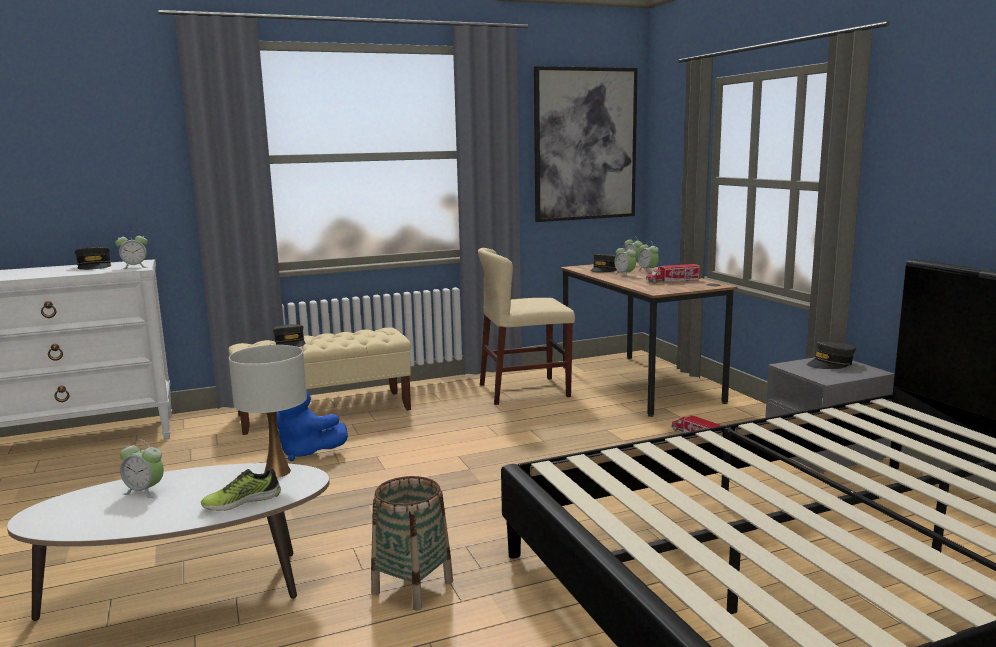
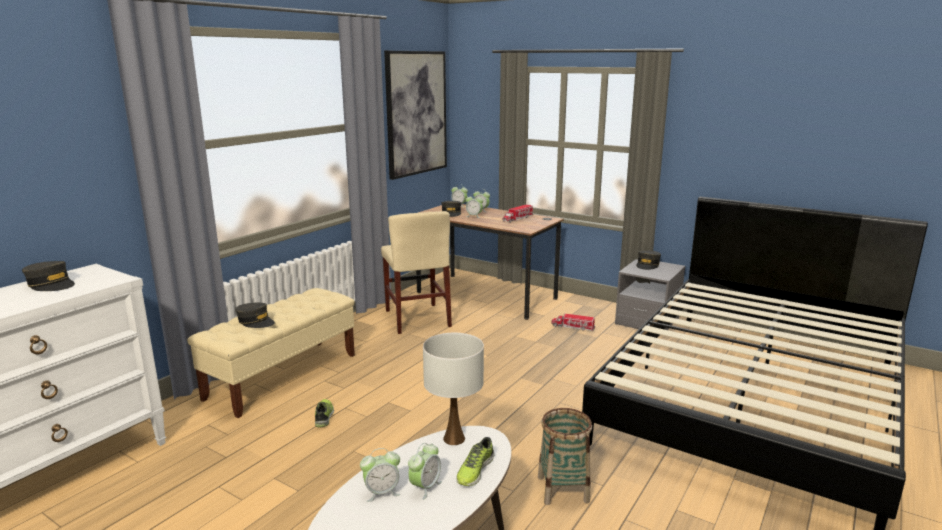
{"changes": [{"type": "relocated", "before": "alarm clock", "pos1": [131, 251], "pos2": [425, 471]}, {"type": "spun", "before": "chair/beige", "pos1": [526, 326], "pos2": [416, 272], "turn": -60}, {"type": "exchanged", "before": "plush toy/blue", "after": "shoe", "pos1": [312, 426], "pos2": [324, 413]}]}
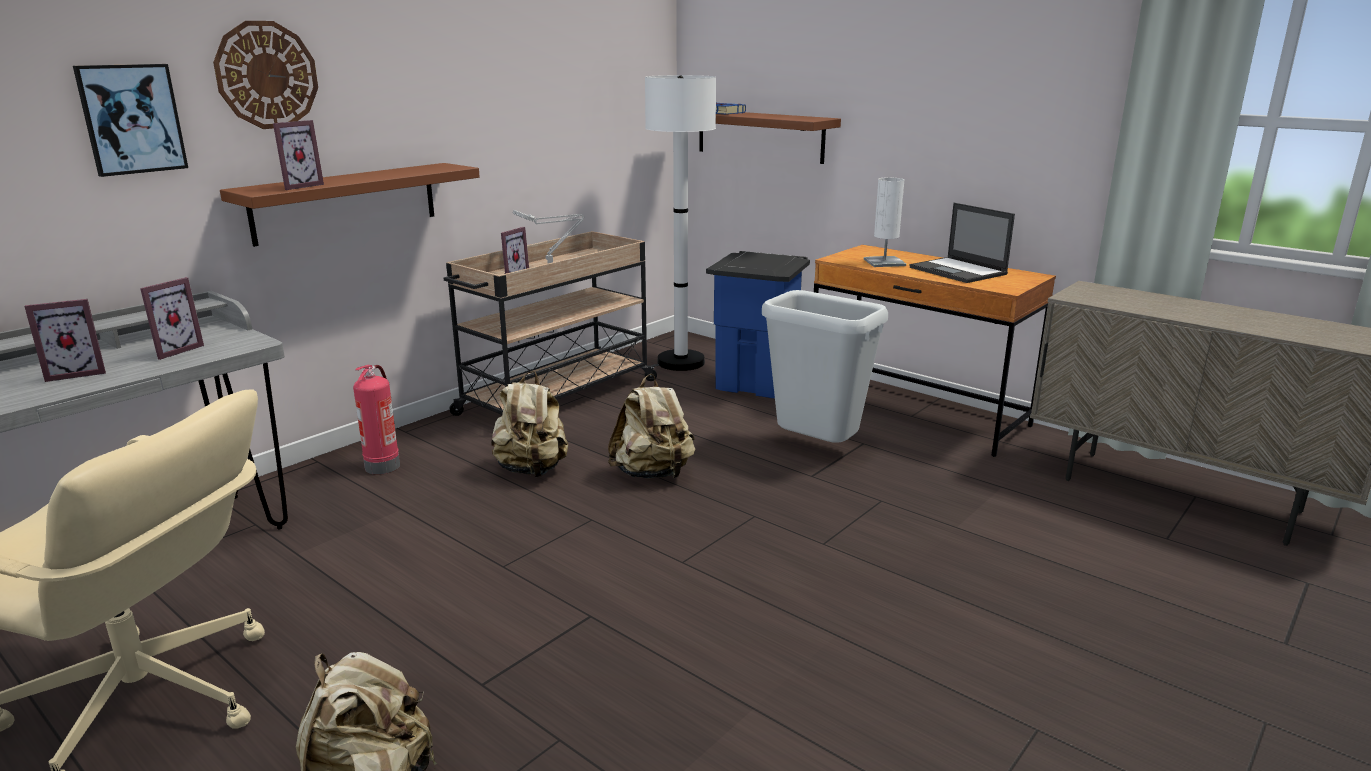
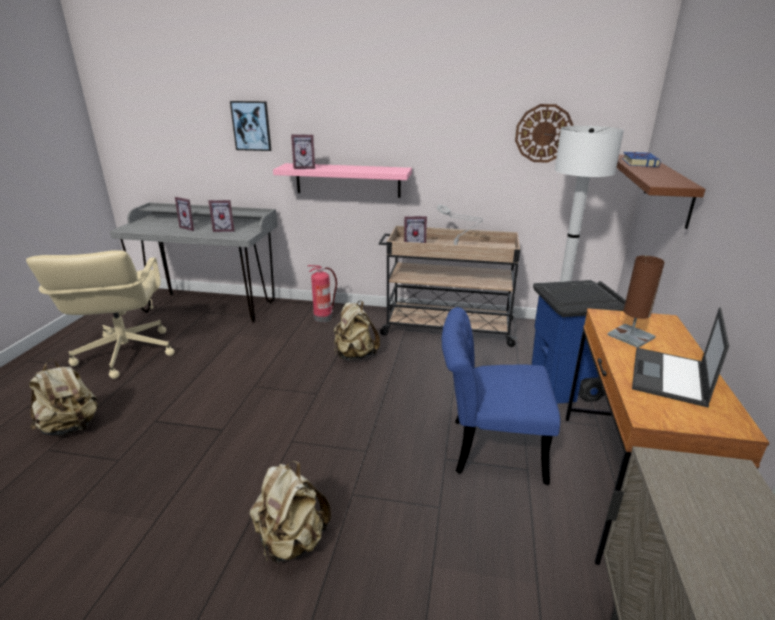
{"changes": [{"type": "relocated", "before": "wall clock", "pos1": [265, 75], "pos2": [544, 133]}, {"type": "colour", "before": "shelf/brown", "after": "shelf/pink", "pos1": [350, 205], "pos2": [342, 180]}, {"type": "colour", "before": "table lamp/white", "after": "table lamp/brown", "pos1": [885, 222], "pos2": [636, 302]}, {"type": "exchanged", "before": "trash can/grey", "after": "chair/blue", "pos1": [825, 366], "pos2": [501, 396]}, {"type": "relocated", "before": "backpack/beige", "pos1": [651, 426], "pos2": [290, 512]}]}
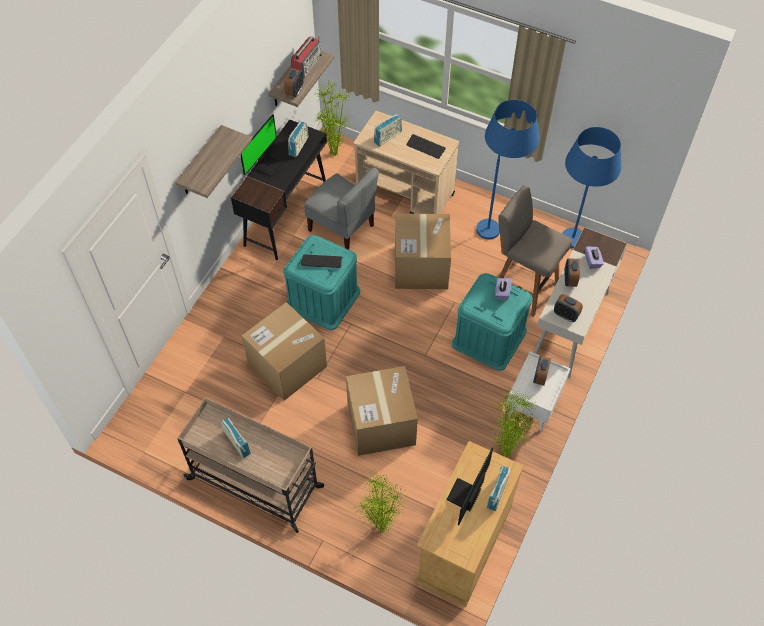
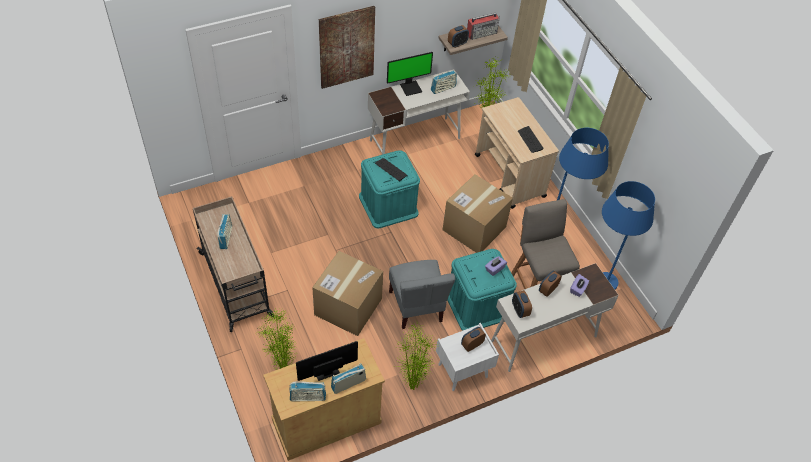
{"changes": [{"type": "relocated", "before": "radio", "pos1": [388, 130], "pos2": [307, 391]}, {"type": "colour", "before": "desk/black", "after": "desk/white", "pos1": [279, 189], "pos2": [419, 112]}, {"type": "exchanged", "before": "shelf", "after": "picture", "pos1": [213, 161], "pos2": [347, 47]}, {"type": "relocated", "before": "chair/grey", "pos1": [341, 209], "pos2": [422, 294]}, {"type": "missing", "before": "cardboard box", "pos1": [284, 351]}]}
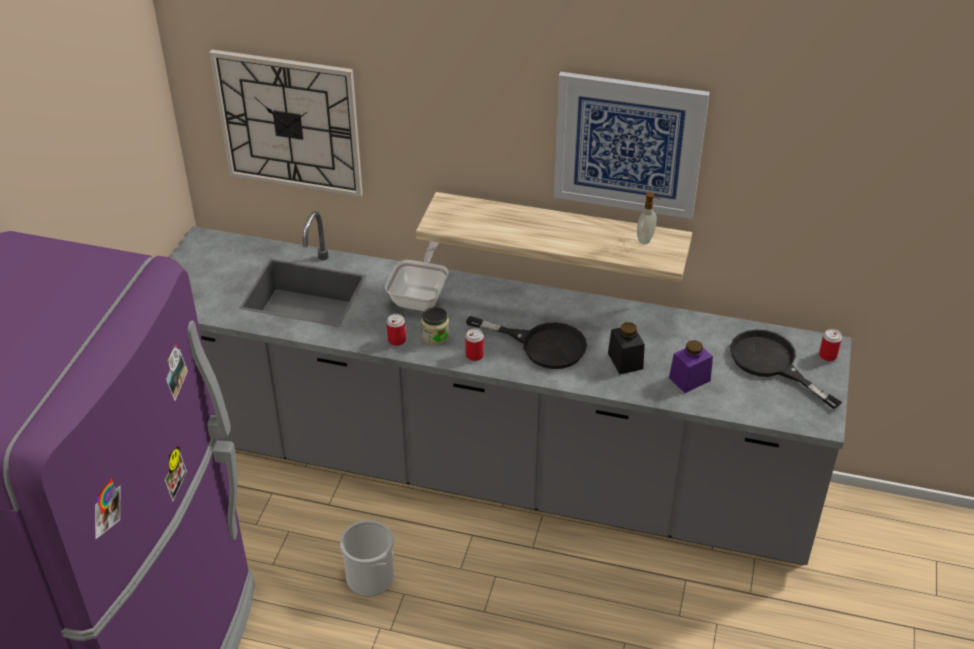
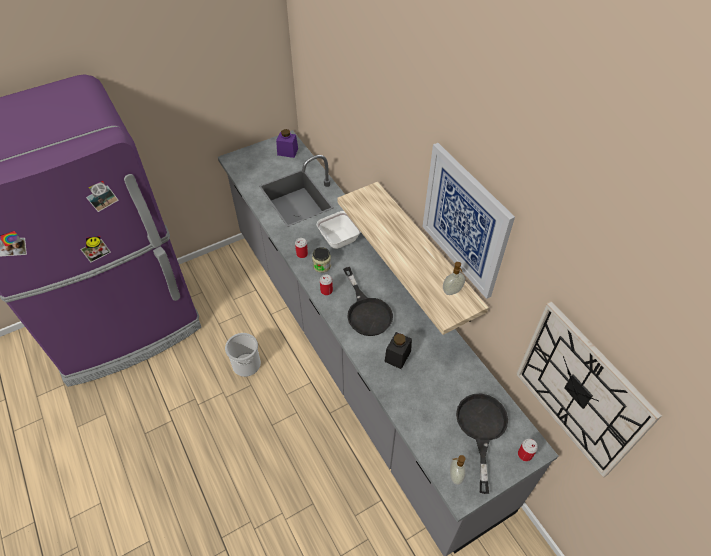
{"changes": [{"type": "relocated", "before": "wall clock", "pos1": [286, 123], "pos2": [589, 389]}, {"type": "relocated", "before": "jar/purple", "pos1": [691, 366], "pos2": [287, 143]}, {"type": "appeared", "after": "soap dispenser", "pos2": [458, 470]}]}
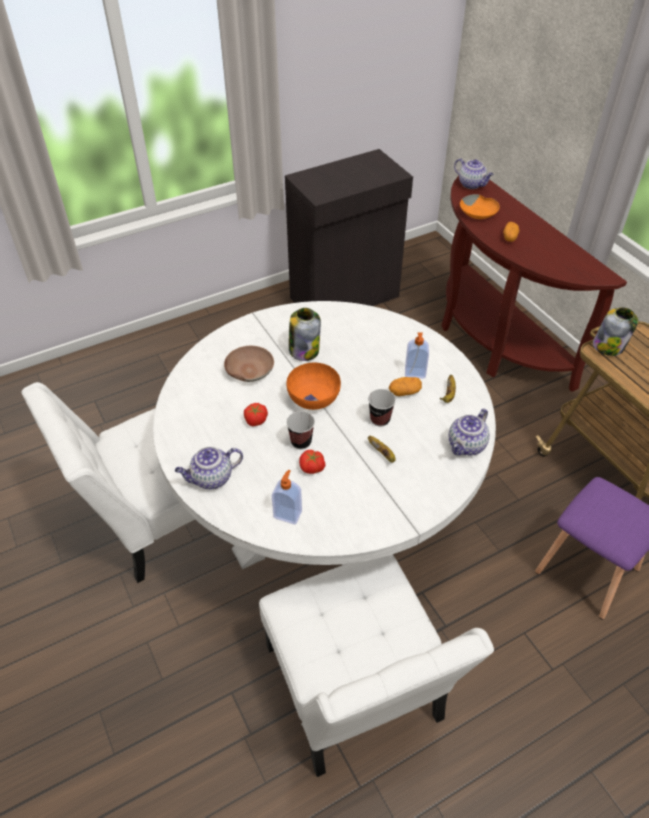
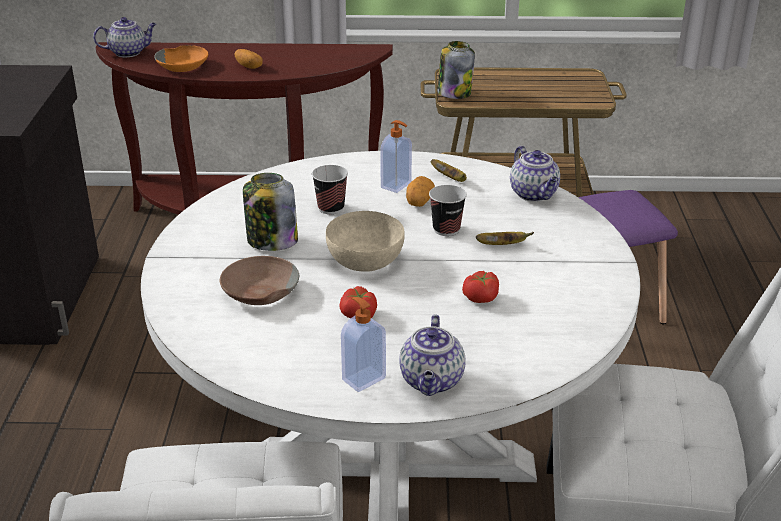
{"changes": [{"type": "colour", "before": "bowl/orange", "after": "bowl/beige", "pos1": [314, 386], "pos2": [365, 241]}, {"type": "relocated", "before": "cup", "pos1": [300, 430], "pos2": [330, 189]}, {"type": "relocated", "before": "soap dispenser", "pos1": [287, 497], "pos2": [363, 344]}]}
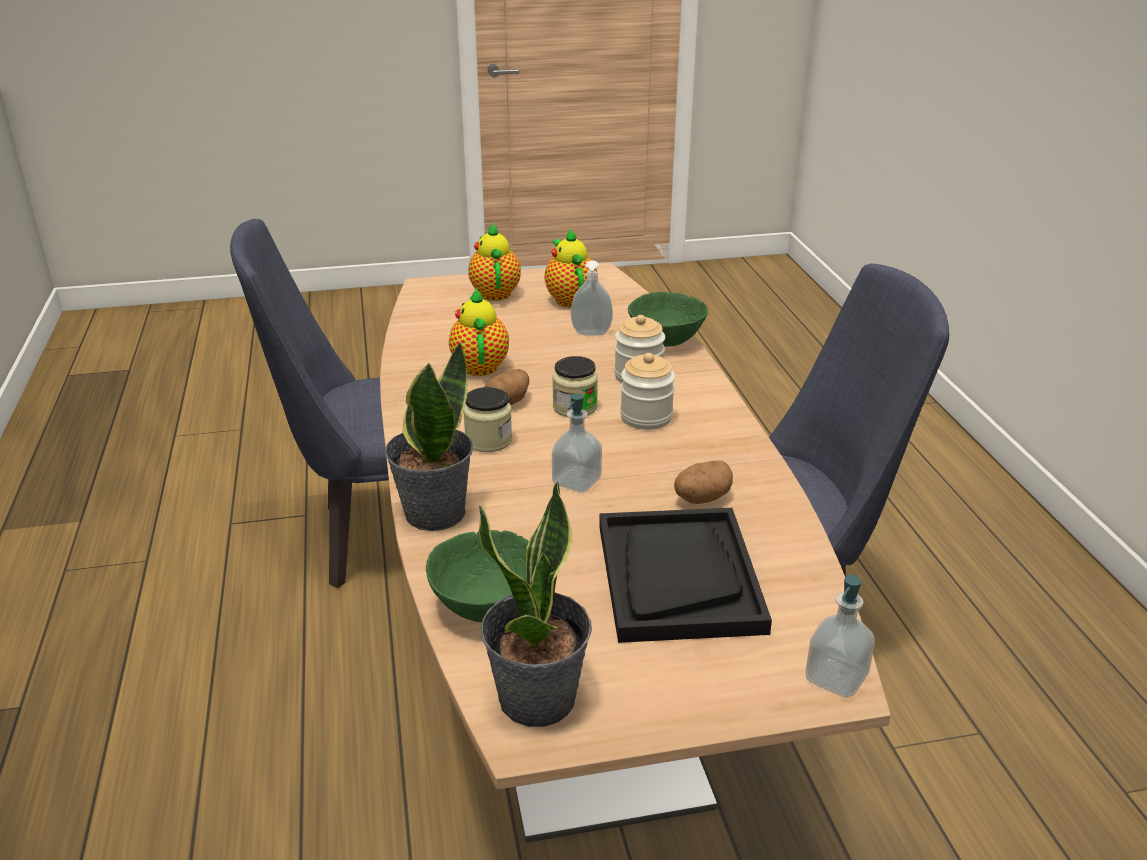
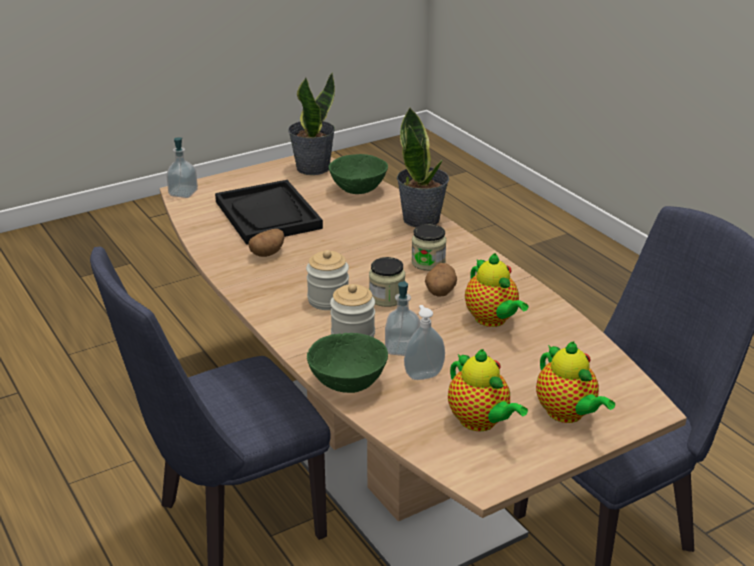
{"changes": [{"type": "relocated", "before": "soap dispenser", "pos1": [577, 443], "pos2": [402, 318]}]}
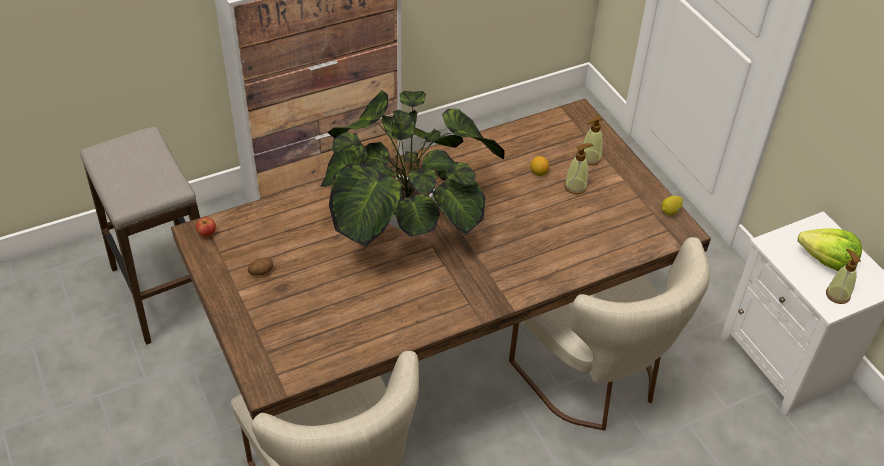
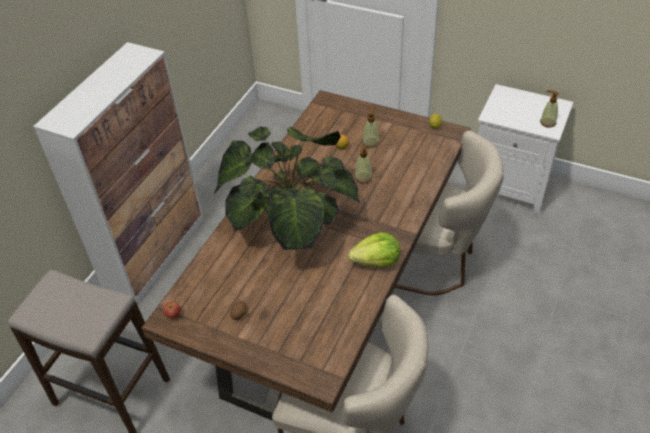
{"changes": [{"type": "relocated", "before": "soap dispenser", "pos1": [593, 140], "pos2": [363, 164]}, {"type": "relocated", "before": "lettuce", "pos1": [829, 249], "pos2": [374, 249]}]}
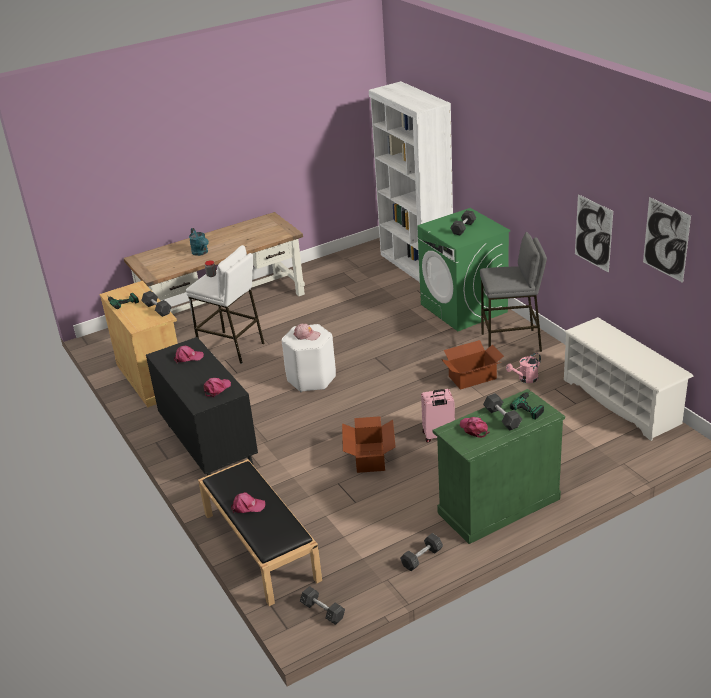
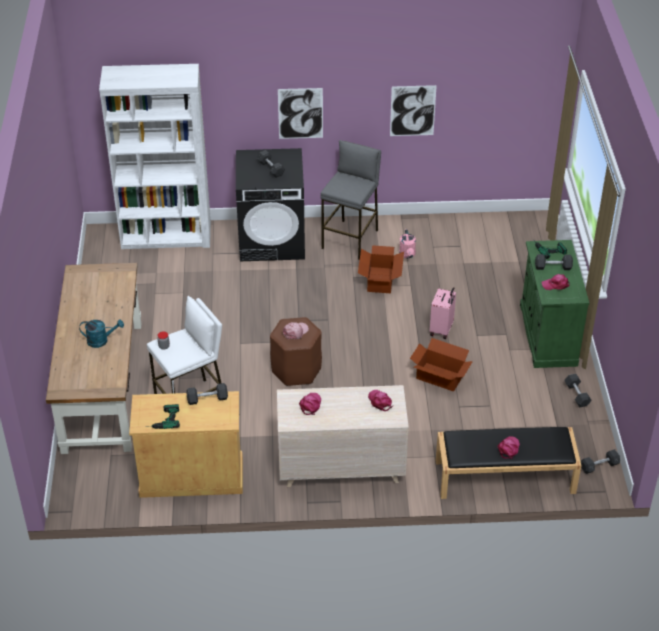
{"changes": [{"type": "relocated", "before": "picture", "pos1": [667, 240], "pos2": [300, 113]}, {"type": "colour", "before": "washing machine/green", "after": "washing machine/black", "pos1": [464, 269], "pos2": [270, 204]}, {"type": "missing", "before": "shoe rack/white", "pos1": [629, 379]}, {"type": "colour", "before": "stool/white", "after": "stool/brown", "pos1": [309, 358], "pos2": [296, 351]}, {"type": "colour", "before": "dresser/black", "after": "dresser/beige", "pos1": [202, 406], "pos2": [343, 436]}]}
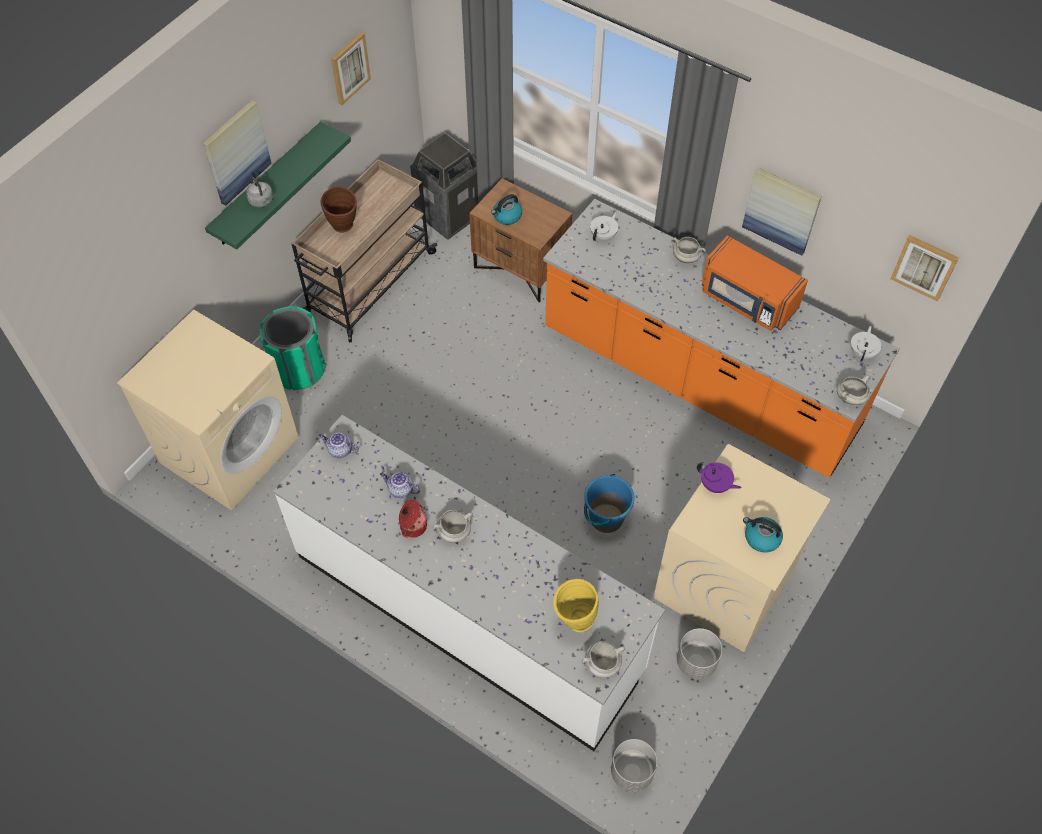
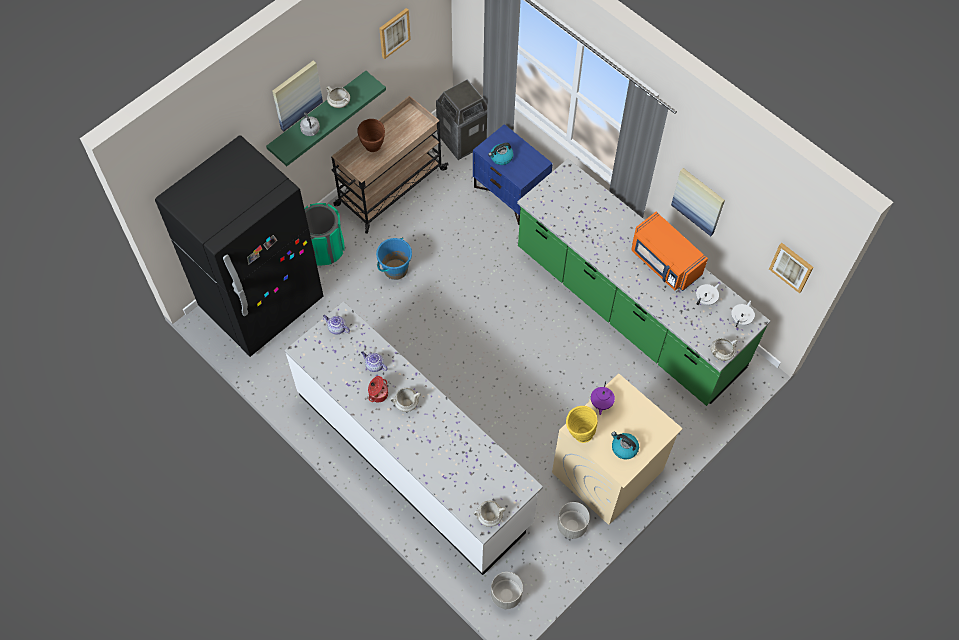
{"changes": [{"type": "colour", "before": "nightstand/brown", "after": "nightstand/blue", "pos1": [521, 240], "pos2": [513, 174]}, {"type": "colour", "before": "counter/orange", "after": "counter/green", "pos1": [721, 338], "pos2": [643, 282]}, {"type": "relocated", "before": "teapot/white", "pos1": [604, 227], "pos2": [707, 294]}, {"type": "relocated", "before": "cooking pot/white", "pos1": [688, 250], "pos2": [338, 97]}, {"type": "exchanged", "before": "washing machine/beige", "after": "fridge/black", "pos1": [208, 409], "pos2": [239, 246]}, {"type": "spun", "before": "teapot/purple", "pos1": [719, 477], "pos2": [603, 398], "turn": 60}, {"type": "relocated", "before": "bucket/blue", "pos1": [609, 503], "pos2": [394, 259]}, {"type": "relocated", "before": "vase/yellow", "pos1": [575, 605], "pos2": [582, 424]}]}
